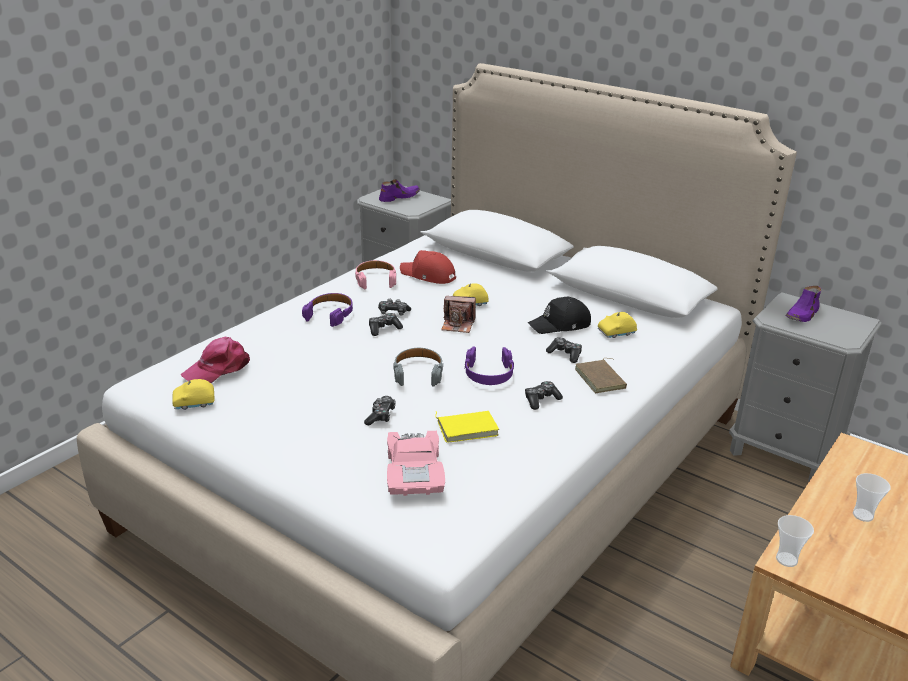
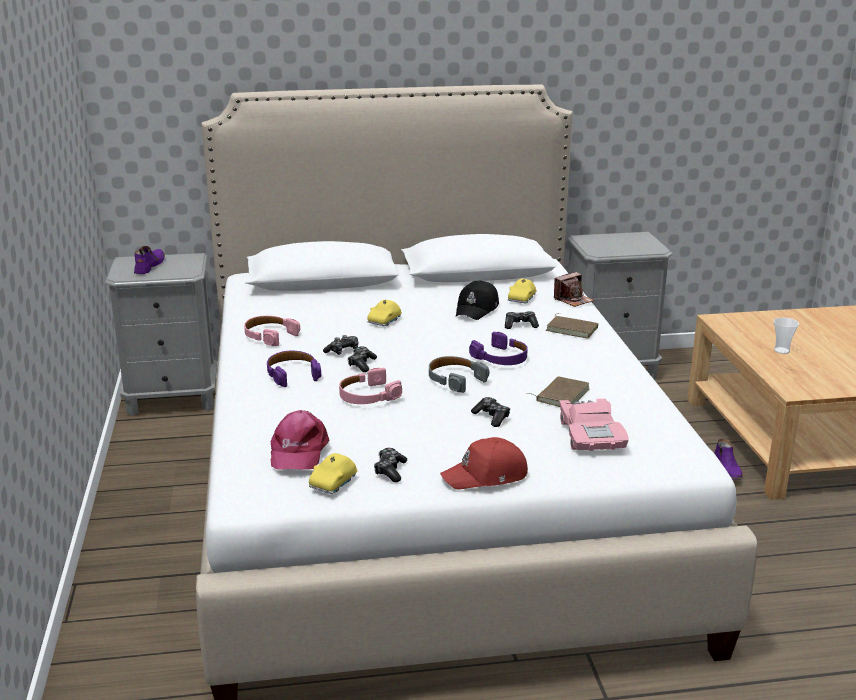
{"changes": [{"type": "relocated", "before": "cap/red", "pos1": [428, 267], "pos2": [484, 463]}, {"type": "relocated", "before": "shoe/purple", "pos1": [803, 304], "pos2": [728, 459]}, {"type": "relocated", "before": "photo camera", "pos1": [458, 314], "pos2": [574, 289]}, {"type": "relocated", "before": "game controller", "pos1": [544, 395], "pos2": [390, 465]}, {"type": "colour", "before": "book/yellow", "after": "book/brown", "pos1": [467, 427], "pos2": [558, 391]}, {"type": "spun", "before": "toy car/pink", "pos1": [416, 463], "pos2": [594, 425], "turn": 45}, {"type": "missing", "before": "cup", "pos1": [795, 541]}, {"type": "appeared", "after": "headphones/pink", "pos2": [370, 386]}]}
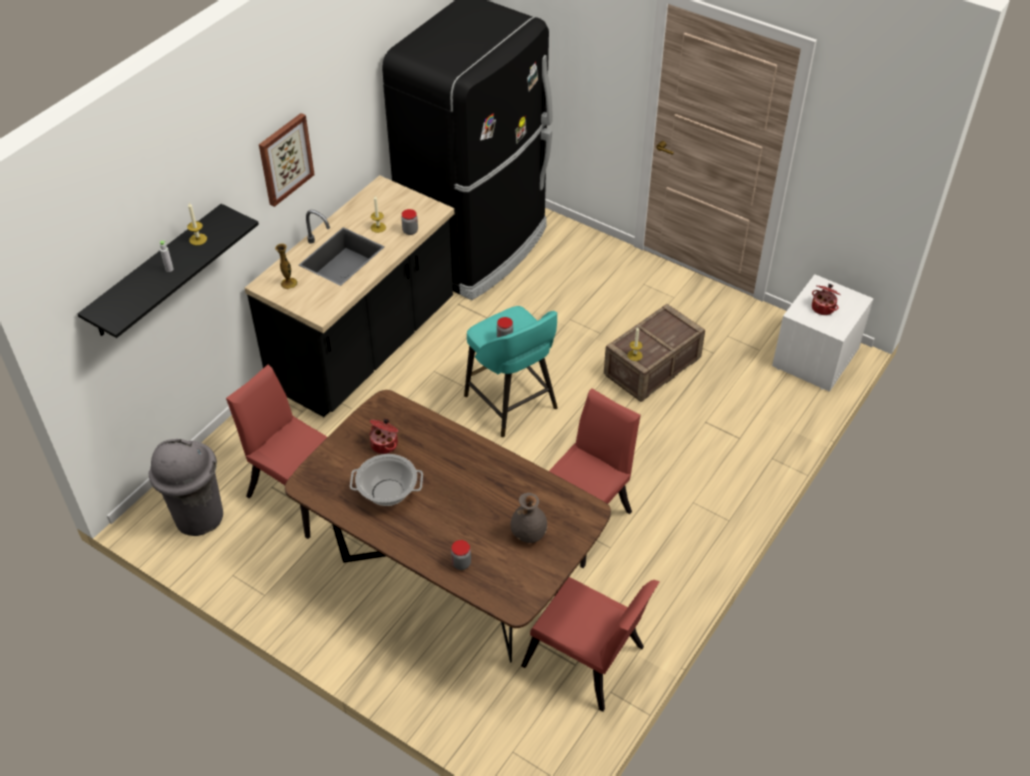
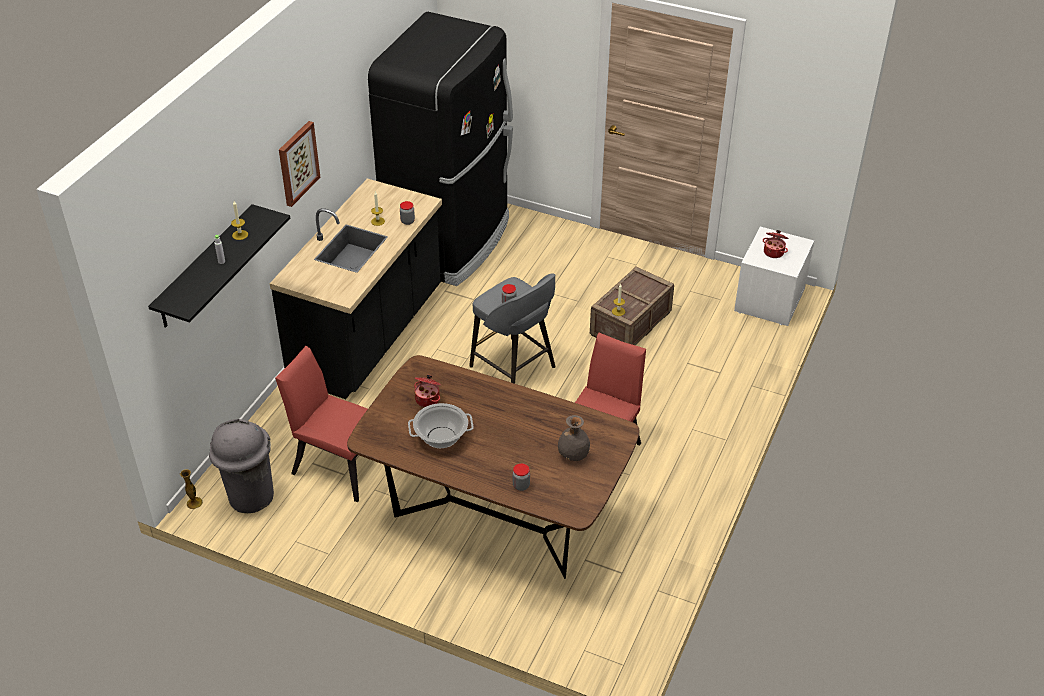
{"changes": [{"type": "relocated", "before": "vase", "pos1": [286, 266], "pos2": [191, 489]}, {"type": "colour", "before": "stool/turquoise", "after": "stool/grey", "pos1": [511, 371], "pos2": [512, 328]}, {"type": "missing", "before": "chair/red", "pos1": [590, 644]}]}
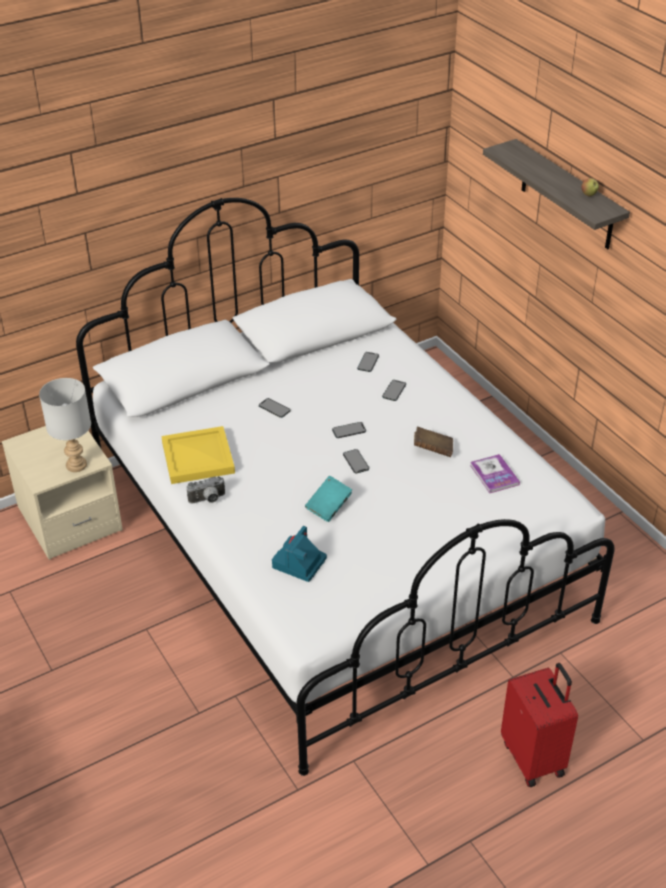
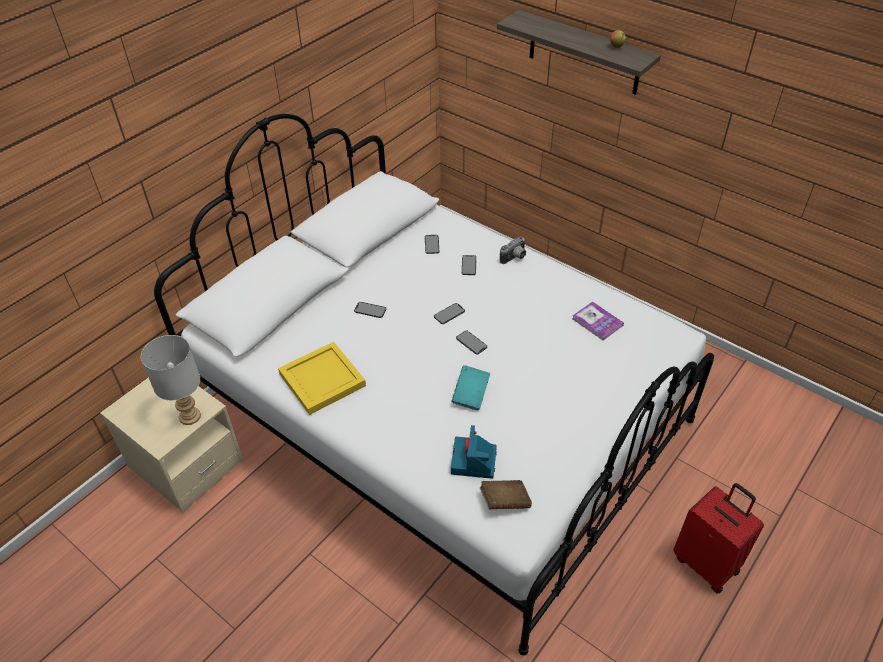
{"changes": [{"type": "relocated", "before": "book/brown", "pos1": [433, 442], "pos2": [506, 494]}, {"type": "relocated", "before": "photo camera", "pos1": [206, 490], "pos2": [513, 250]}]}
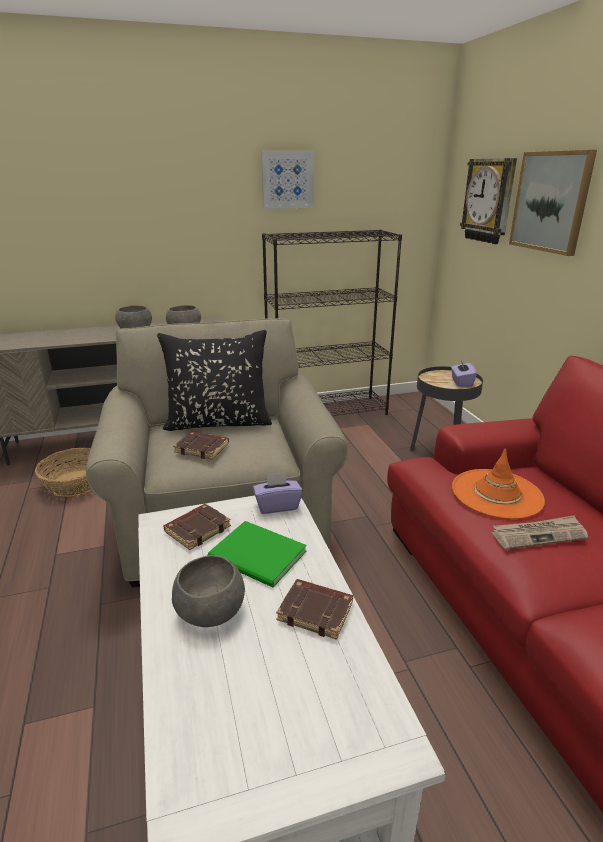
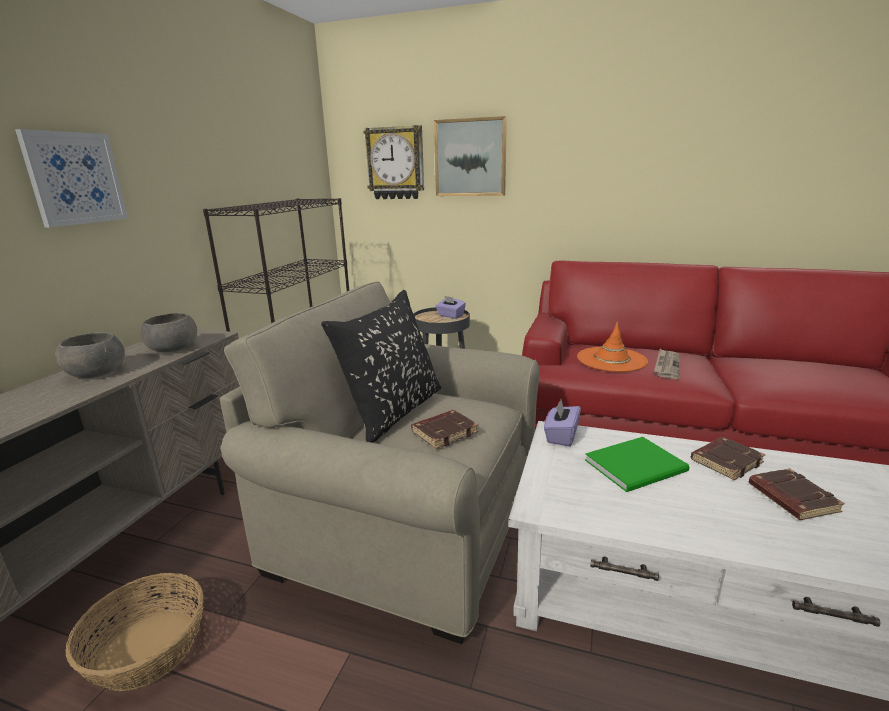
{"changes": [{"type": "relocated", "before": "picture", "pos1": [287, 179], "pos2": [71, 178]}, {"type": "relocated", "before": "book/brown", "pos1": [197, 527], "pos2": [797, 494]}, {"type": "missing", "before": "bowl/grey", "pos1": [208, 591]}]}
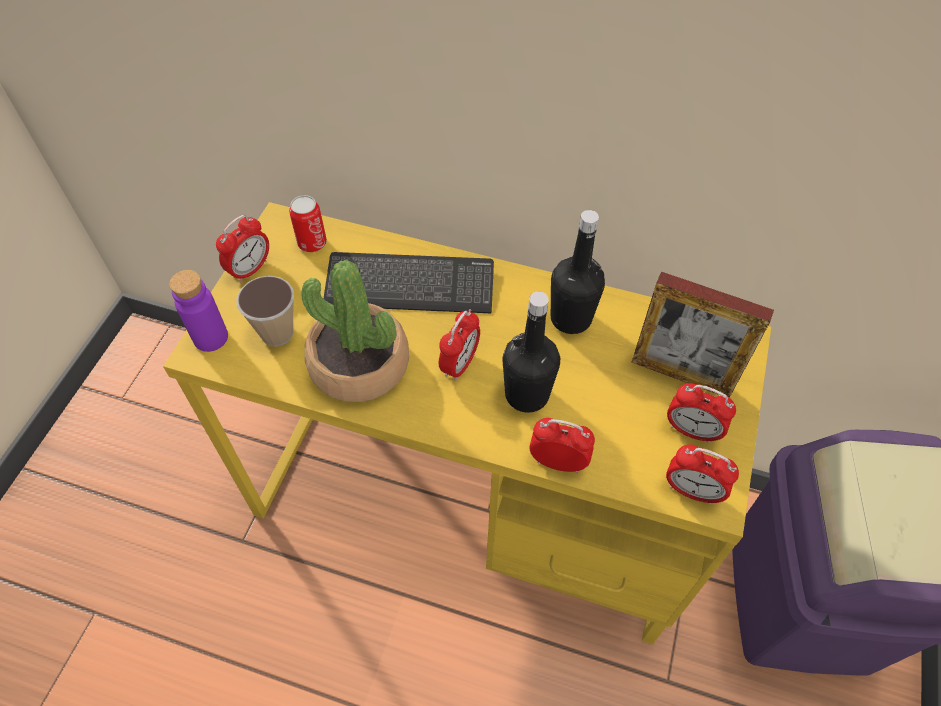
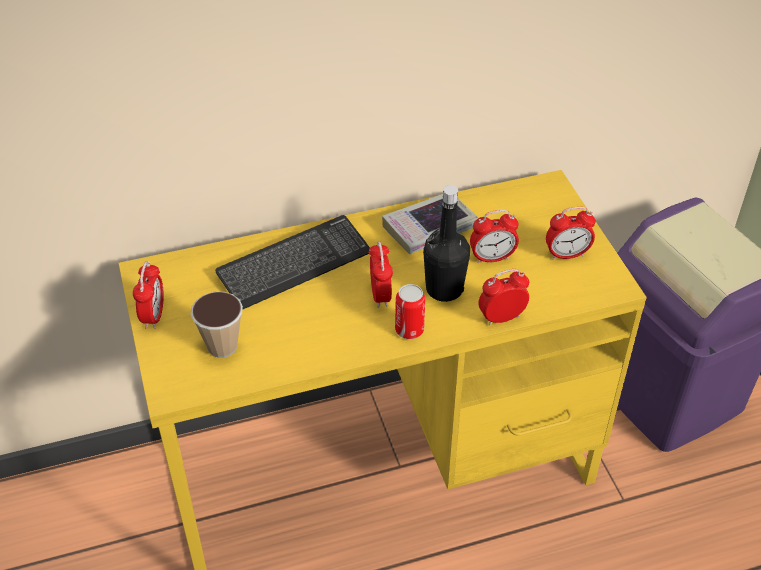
{"changes": [{"type": "relocated", "before": "can", "pos1": [308, 223], "pos2": [410, 311]}, {"type": "exchanged", "before": "bottle/black", "after": "book", "pos1": [578, 272], "pos2": [430, 224]}, {"type": "missing", "before": "potted plant", "pos1": [355, 331]}, {"type": "missing", "before": "bottle/purple", "pos1": [198, 311]}, {"type": "missing", "before": "picture frame", "pos1": [703, 335]}, {"type": "relocated", "before": "alarm clock", "pos1": [702, 474], "pos2": [494, 236]}]}
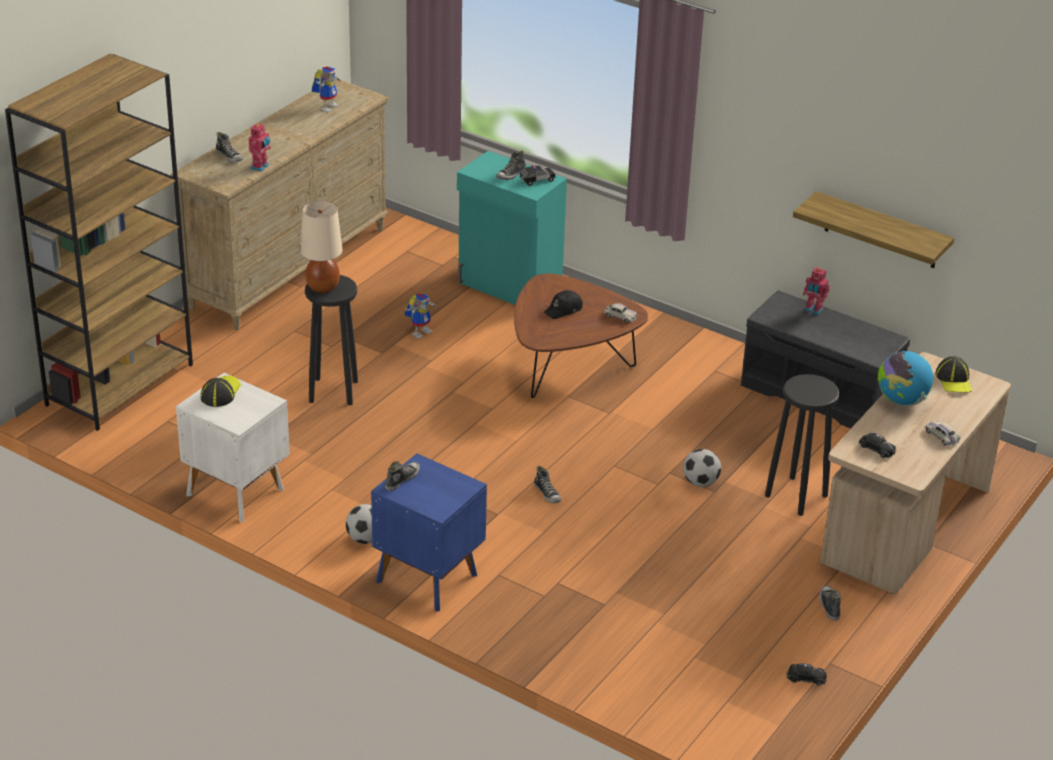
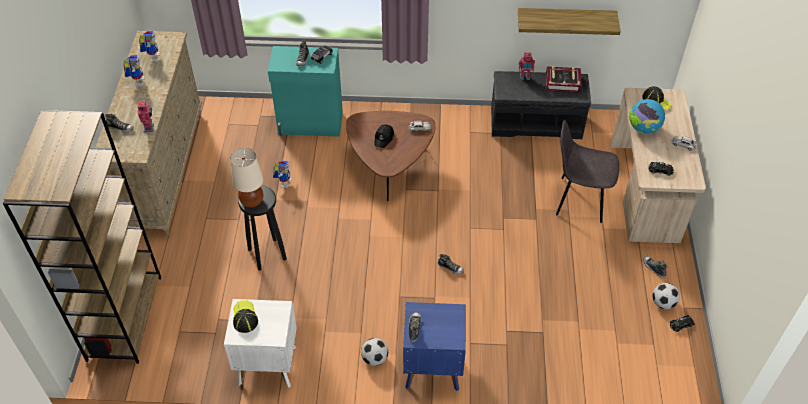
{"changes": [{"type": "exchanged", "before": "stool/black", "after": "chair/grey", "pos1": [802, 445], "pos2": [587, 171]}, {"type": "relocated", "before": "football", "pos1": [702, 468], "pos2": [666, 296]}, {"type": "appeared", "after": "toy robot", "pos2": [133, 71]}, {"type": "appeared", "after": "book", "pos2": [564, 79]}]}
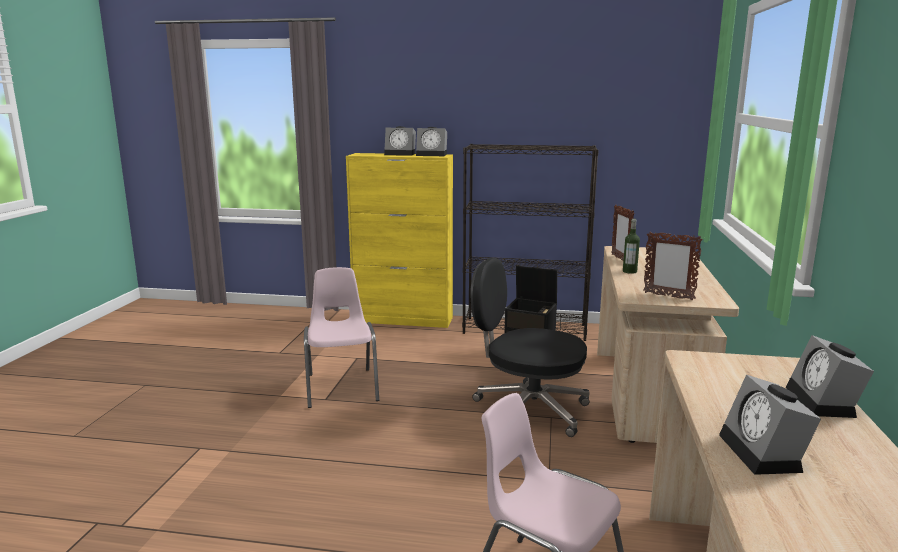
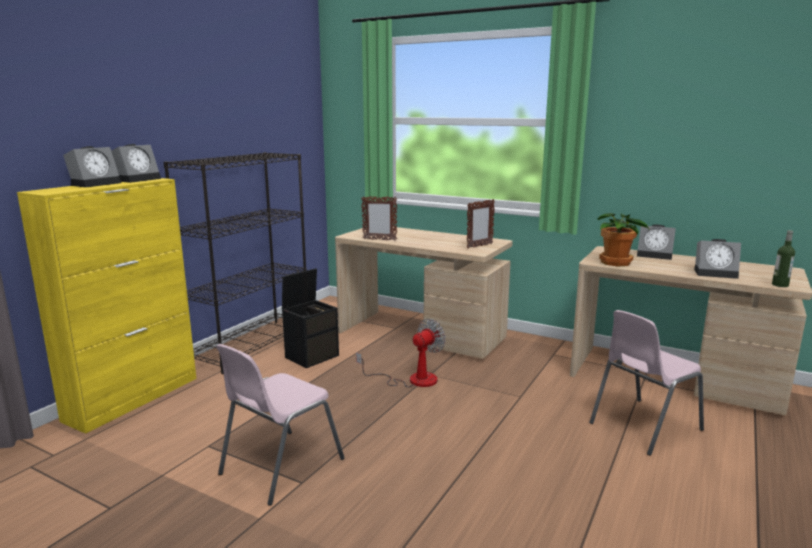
{"changes": [{"type": "relocated", "before": "bottle", "pos1": [631, 246], "pos2": [783, 258]}, {"type": "exchanged", "before": "office chair/black", "after": "fan", "pos1": [530, 347], "pos2": [401, 353]}, {"type": "spun", "before": "chair/pink", "pos1": [341, 337], "pos2": [280, 425], "turn": -60}, {"type": "appeared", "after": "potted plant", "pos2": [623, 240]}]}
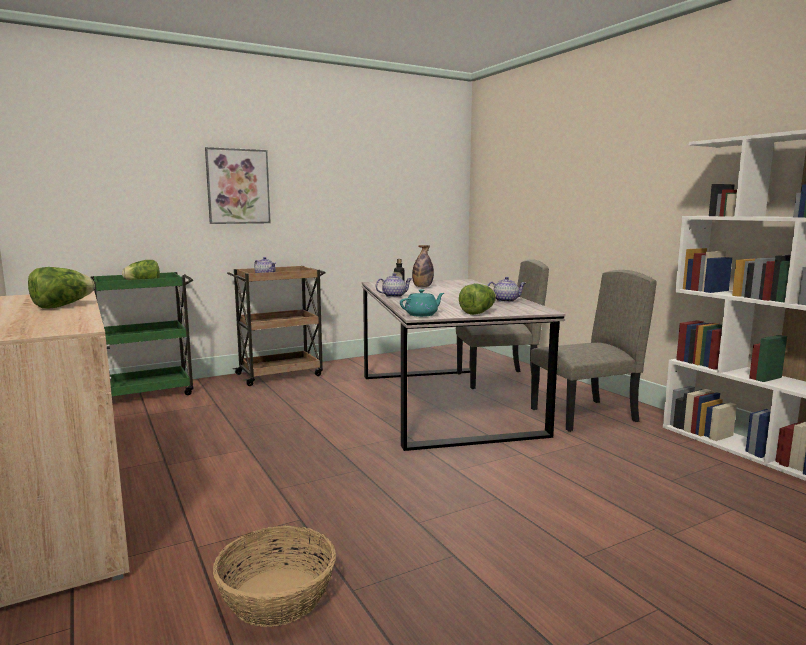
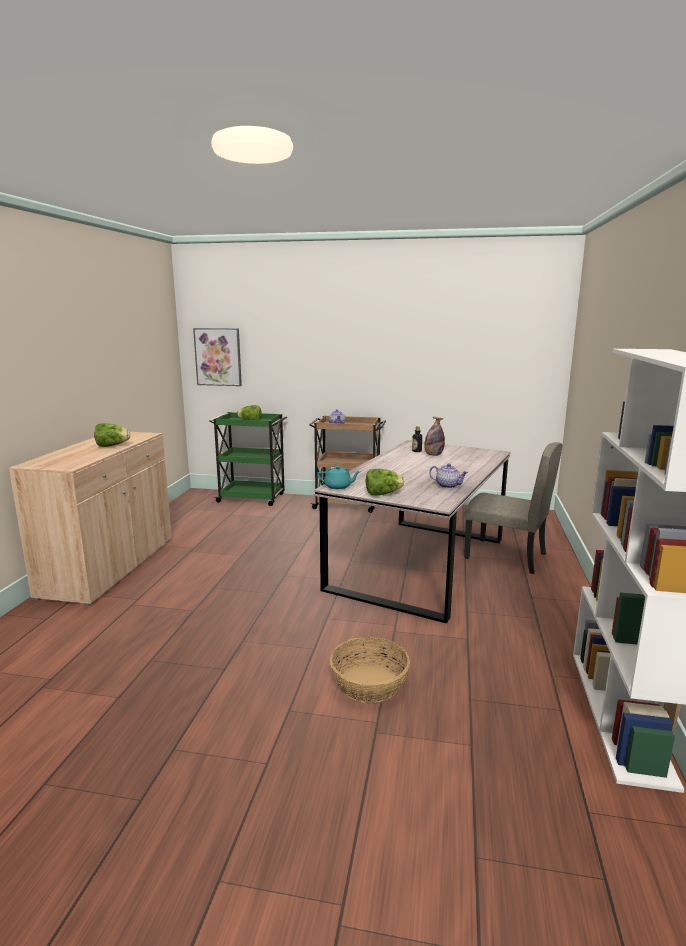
{"changes": [{"type": "relocated", "before": "picture", "pos1": [238, 185], "pos2": [217, 357]}, {"type": "missing", "before": "chair/beige", "pos1": [593, 351]}, {"type": "missing", "before": "teapot", "pos1": [394, 285]}, {"type": "relocated", "before": "basket", "pos1": [274, 576], "pos2": [370, 670]}]}
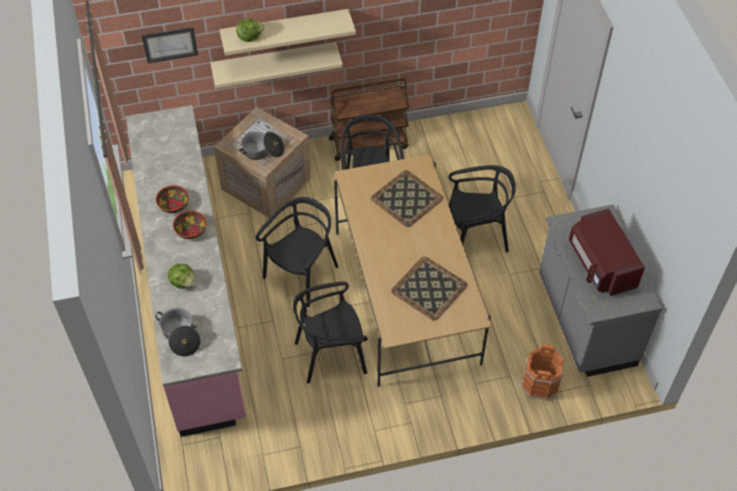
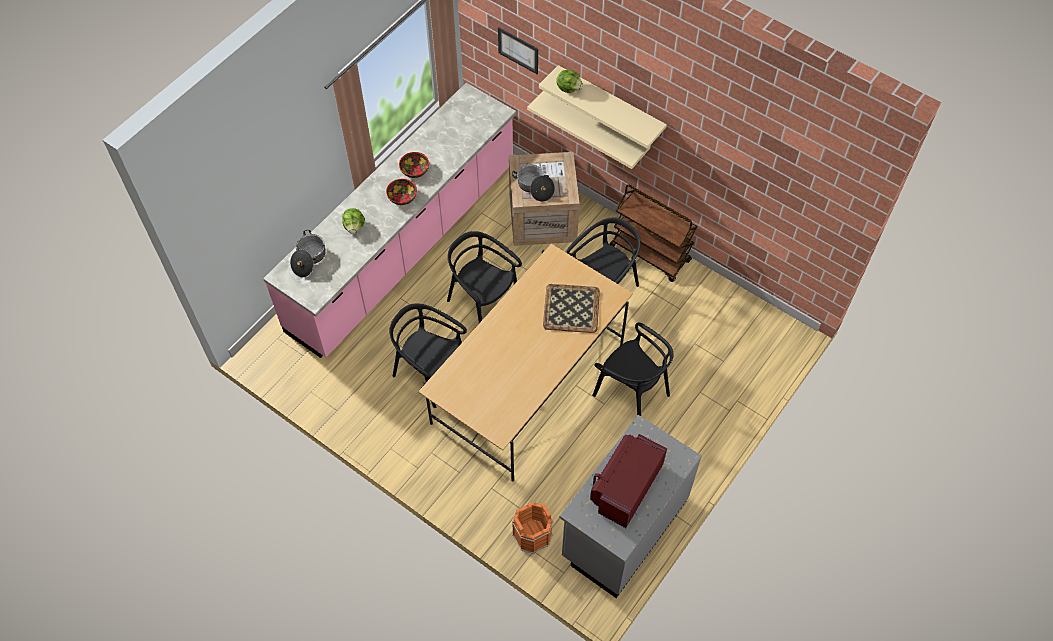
{"changes": [{"type": "spun", "before": "chair/black", "pos1": [297, 252], "pos2": [484, 277], "turn": -135}, {"type": "missing", "before": "tray", "pos1": [429, 288]}]}
